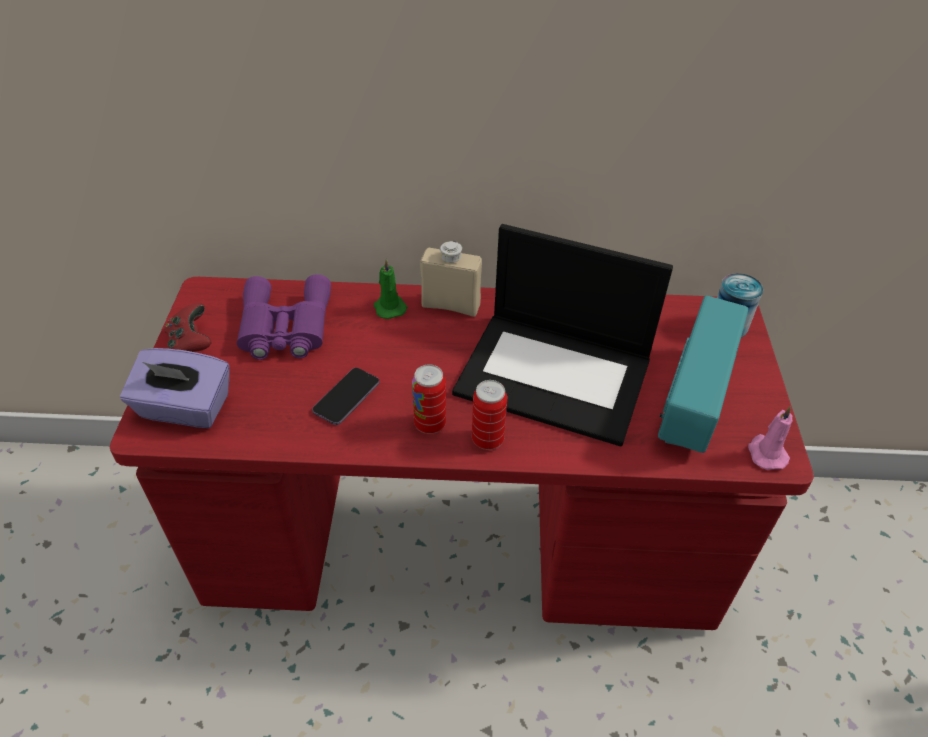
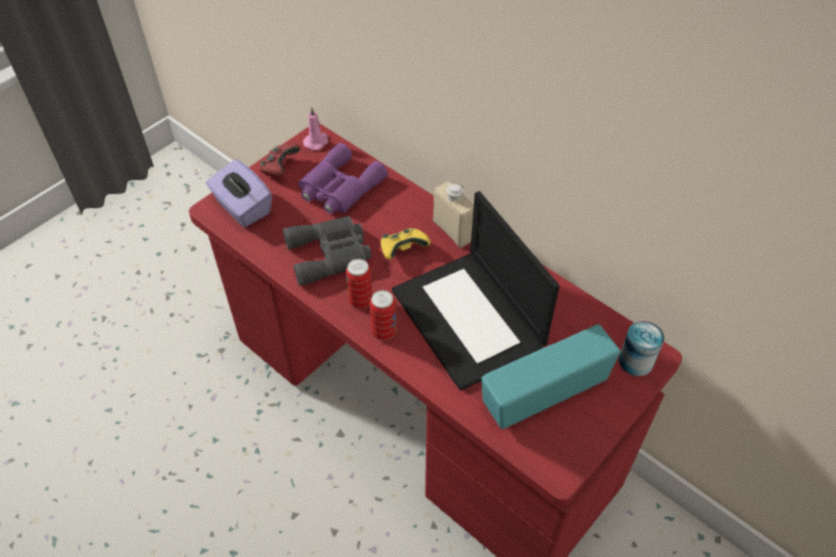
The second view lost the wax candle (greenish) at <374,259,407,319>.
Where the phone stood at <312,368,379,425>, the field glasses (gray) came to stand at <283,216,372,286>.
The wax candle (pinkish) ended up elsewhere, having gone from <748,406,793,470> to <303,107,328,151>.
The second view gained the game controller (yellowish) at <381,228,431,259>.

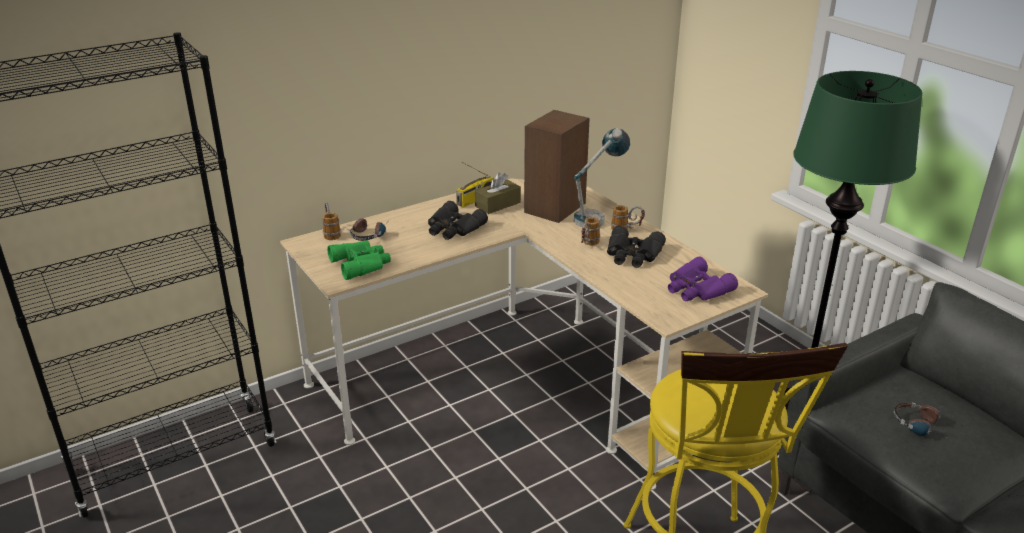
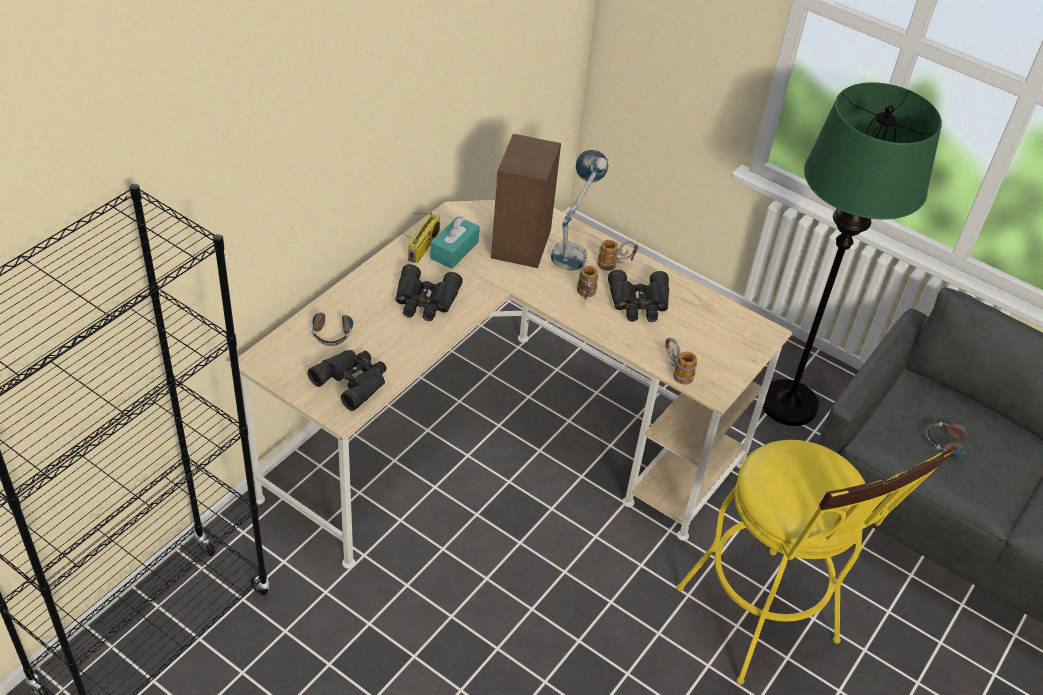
What was the tissue holder (brown) at <475,173,521,214> turned into the tissue holder (turquoise) at <430,216,480,269>.
The tea mug ended up elsewhere, having gone from <322,202,341,240> to <665,338,697,385>.
What was the field glasses (greenish) at <327,240,391,280> turned into the field glasses (black-coloured) at <308,350,387,411>.
The second view lost the field glasses (purple-coloured) at <668,257,738,301>.

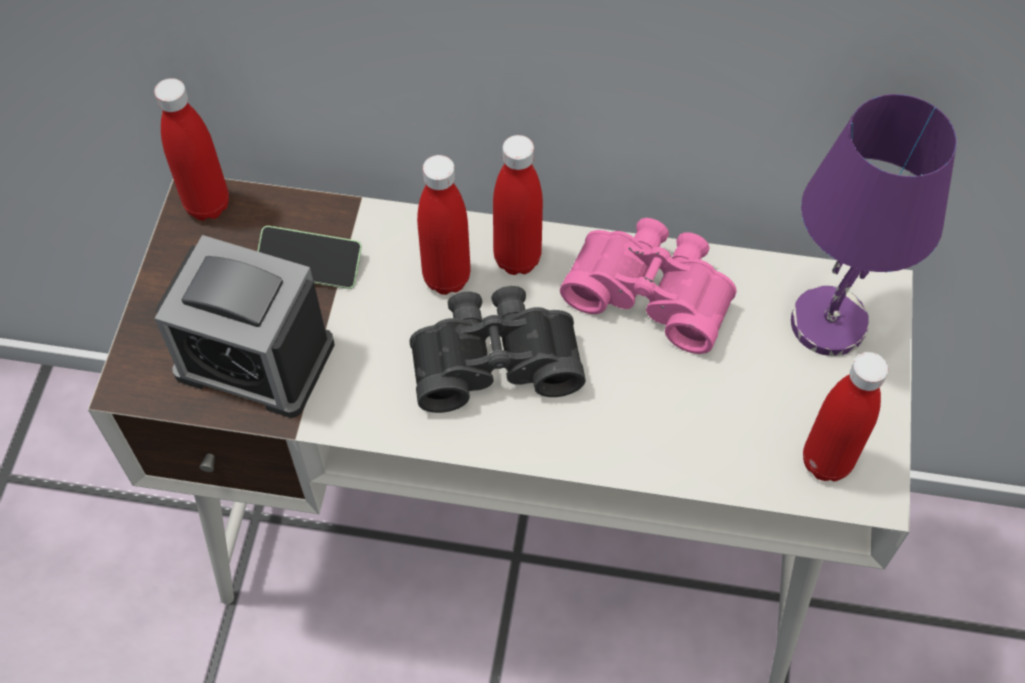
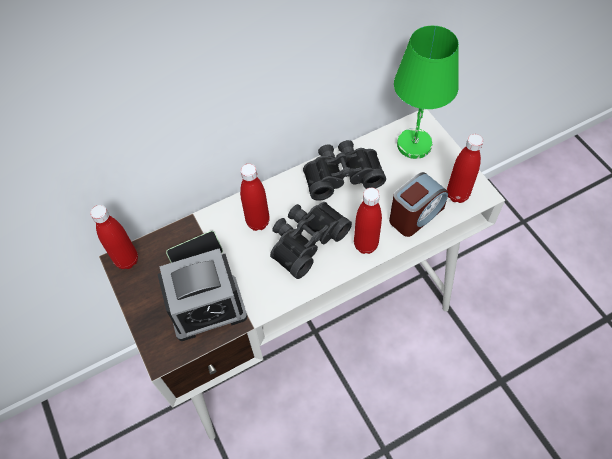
What was the table lamp (purple-coloured) at <791,94,957,356> turned into the table lamp (greenish) at <394,25,459,159>.
The bottle (reddish) ended up elsewhere, having gone from <493,135,543,275> to <354,188,382,254>.
What was the field glasses (pinkish) at <560,218,737,354> turned into the field glasses (black-coloured) at <303,140,386,201>.
The second view gained the alarm clock at <389,172,448,237>.

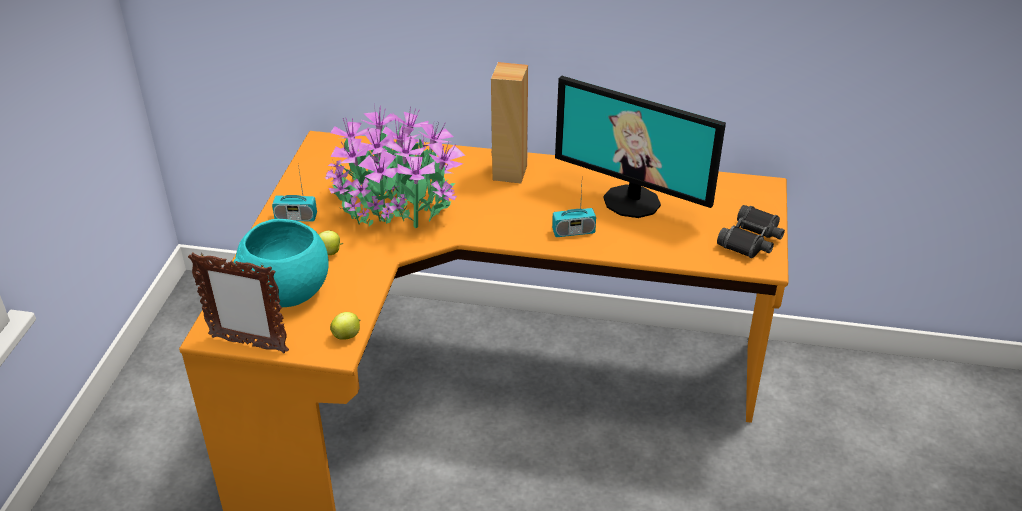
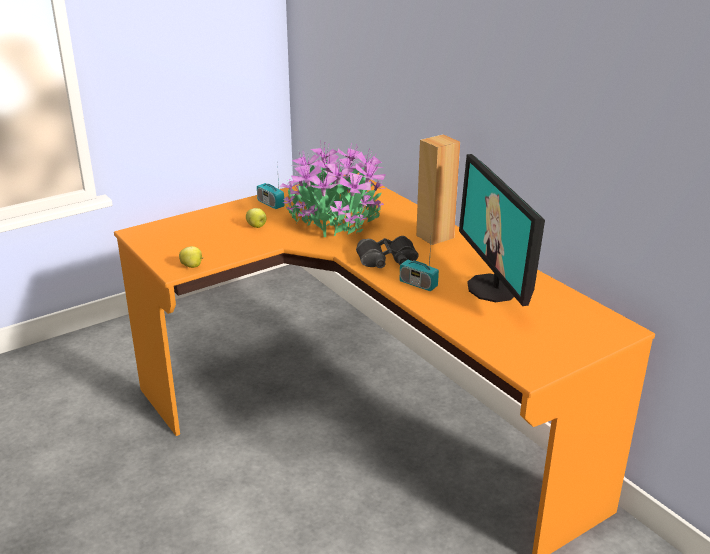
The field glasses (black-coloured) ended up elsewhere, having gone from <717,205,785,258> to <356,236,419,268>.
The second view lost the deep dish (turquoise) at <234,219,328,307>.
The second view lost the picture frame at <188,253,289,353>.

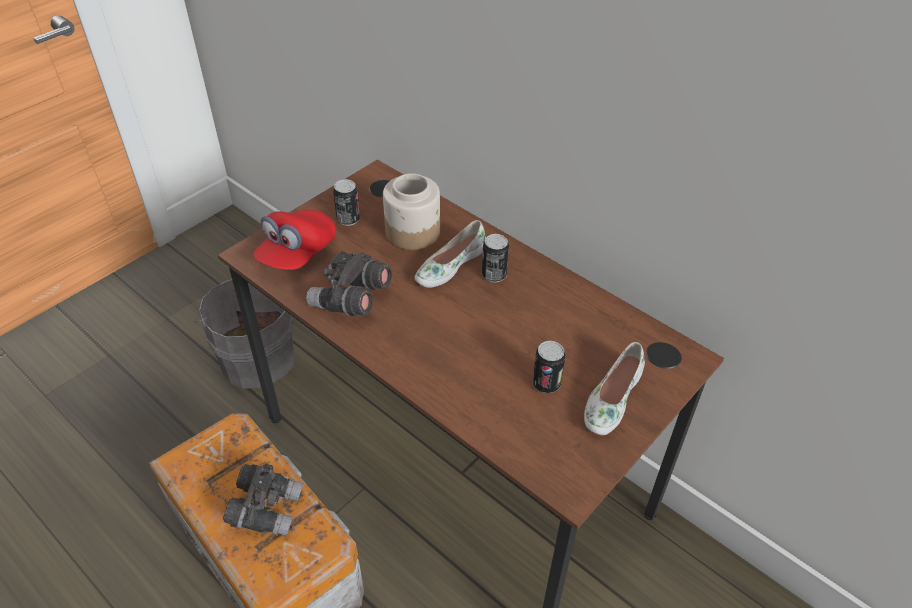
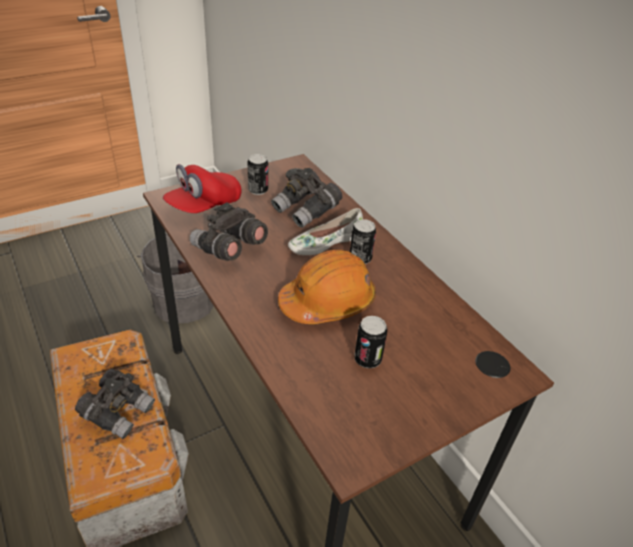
Where the storage jar stood at <383,173,440,250>, the field glasses (gray) came to stand at <271,168,342,228>.
The second view lost the low shoe (white) at <584,342,645,435>.
The second view gained the hard hat (orangey) at <278,250,376,324>.

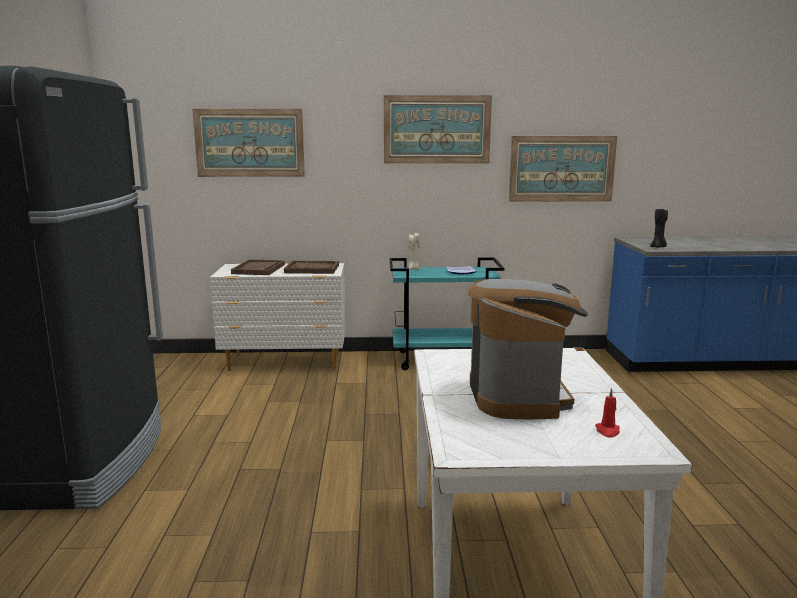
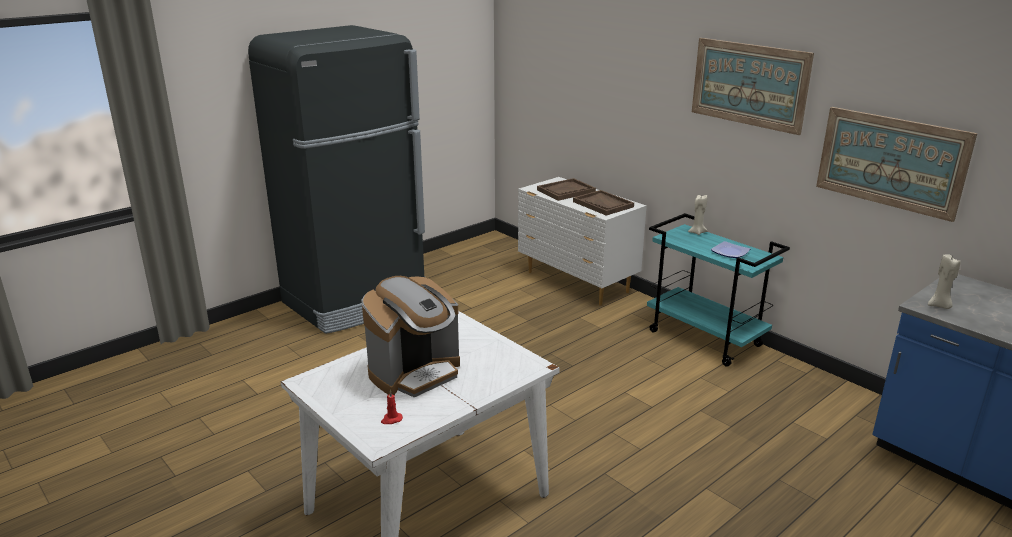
The second view lost the picture at <192,109,305,177>.
What was the wax candle (black-coloured) at <650,209,668,248> turned into the wax candle (beige) at <928,254,960,309>.

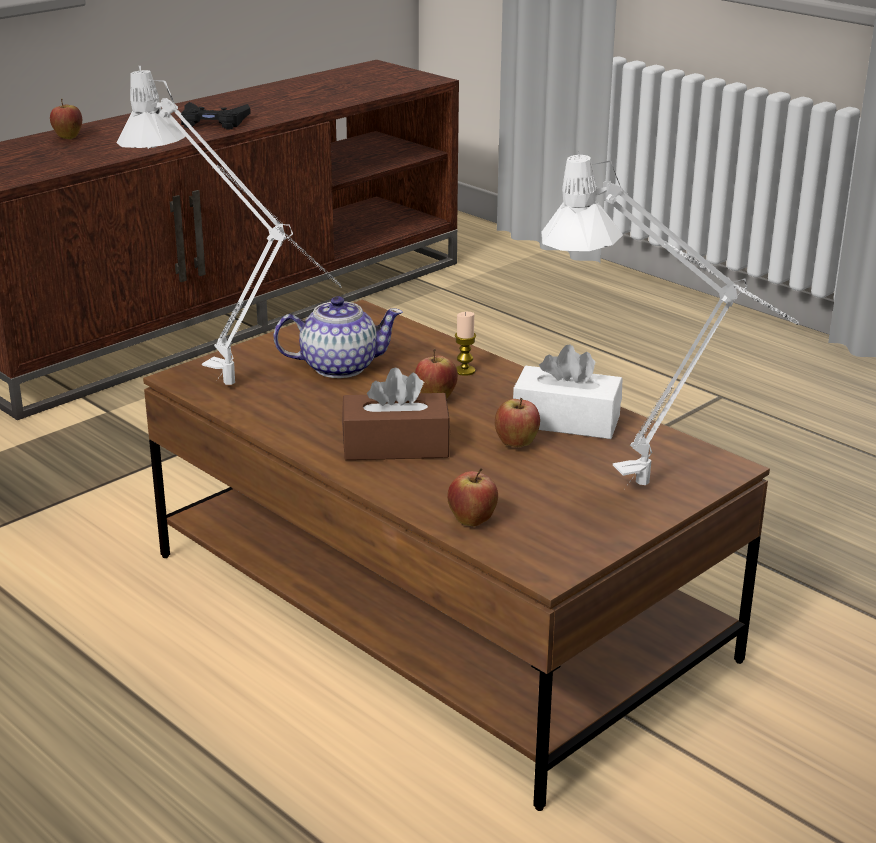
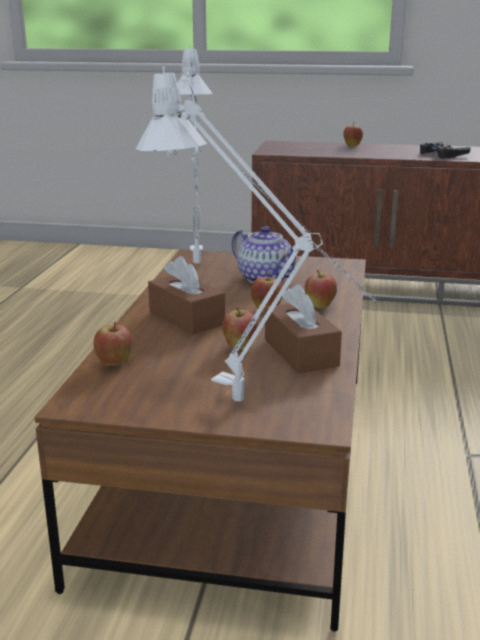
Where the wax candle stood at <455,312,476,376>, the apple fruit came to stand at <305,269,337,308>.
What was the tissue holder (white) at <513,344,623,439> turned into the tissue holder (brown) at <265,284,342,373>.

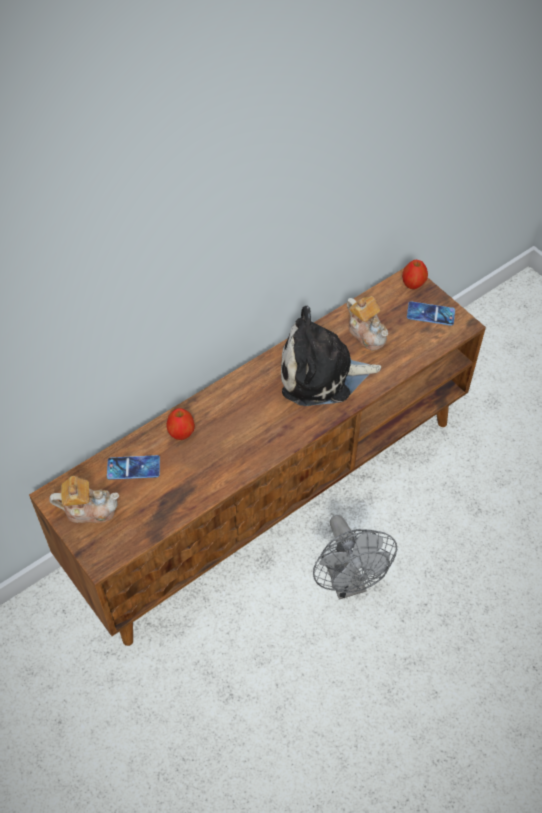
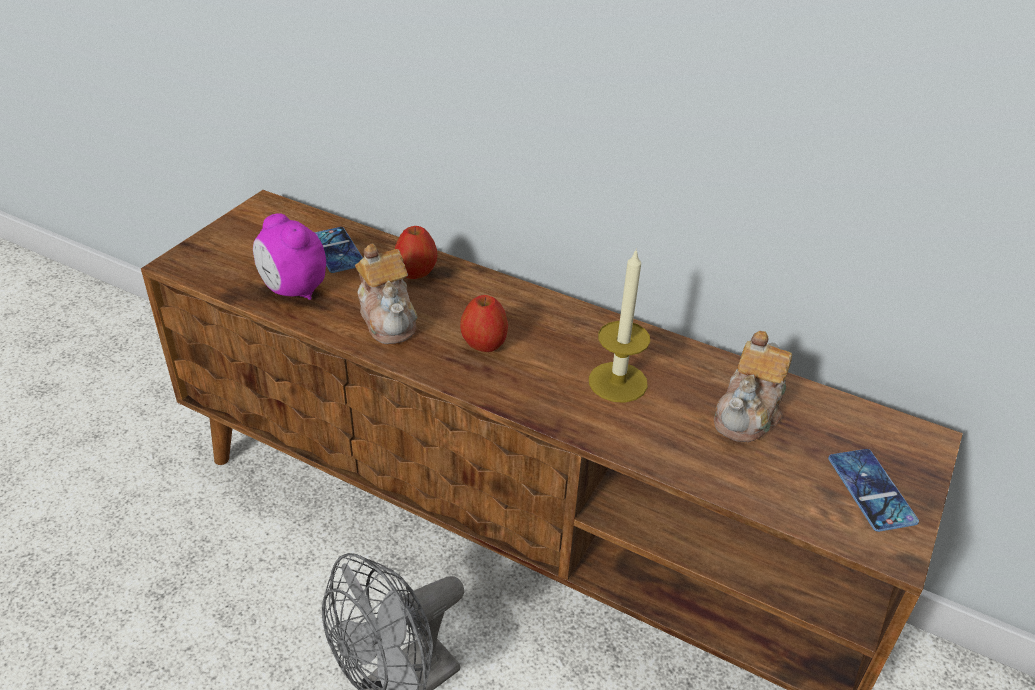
The apple fruit ended up elsewhere, having gone from <402,260,428,289> to <460,295,508,352>.
Where the cuddly toy stood at <281,306,381,406>, the wax candle came to stand at <589,248,650,403>.
The tea pot ended up elsewhere, having gone from <50,476,119,523> to <355,243,417,344>.
The second view gained the alarm clock at <253,213,326,300>.

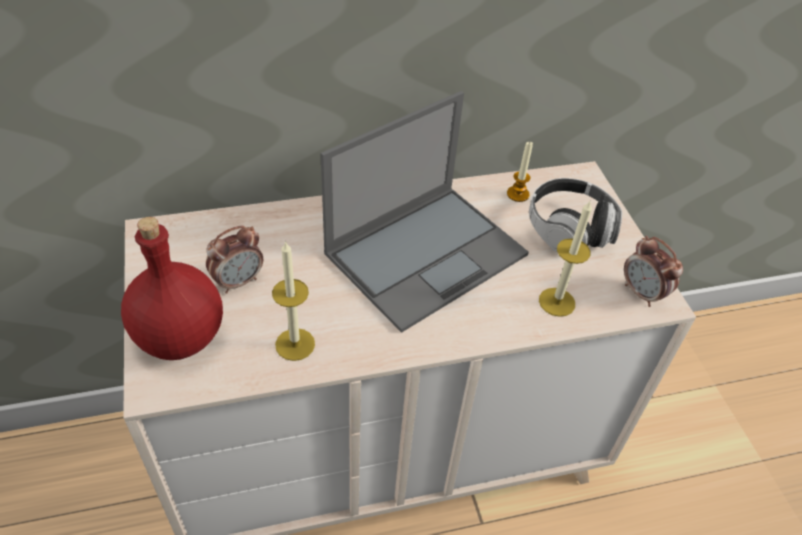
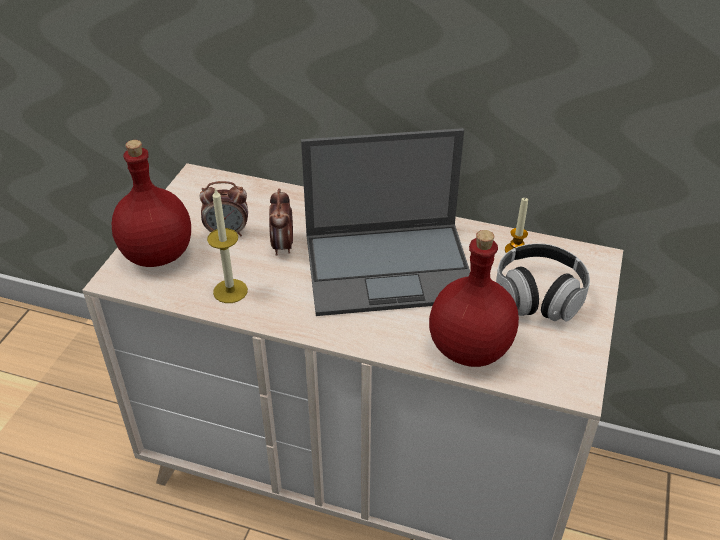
Where the wax candle stood at <539,201,592,317>, the bottle (reddish) came to stand at <429,230,519,367>.
The alarm clock ended up elsewhere, having gone from <624,236,683,307> to <269,188,293,256>.

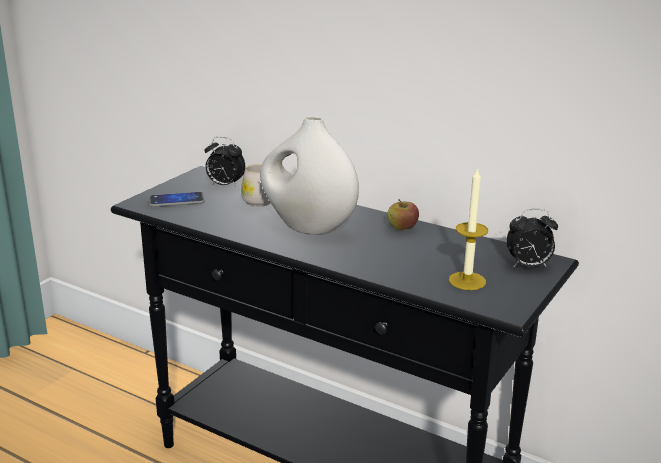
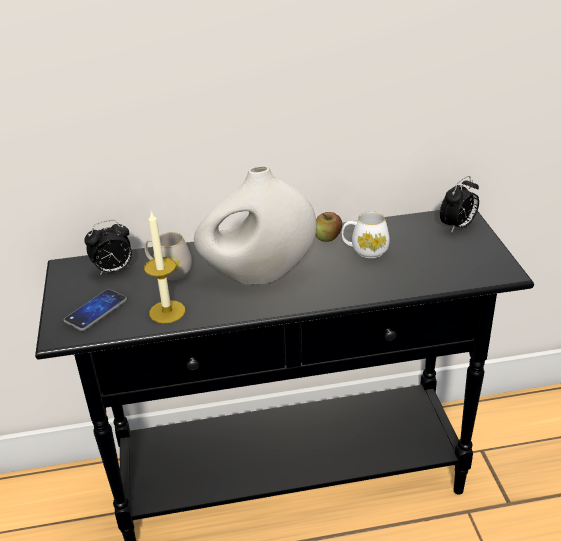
The wax candle ended up elsewhere, having gone from <449,167,488,290> to <144,211,185,324>.
The second view gained the tea mug (white) at <342,211,390,258>.

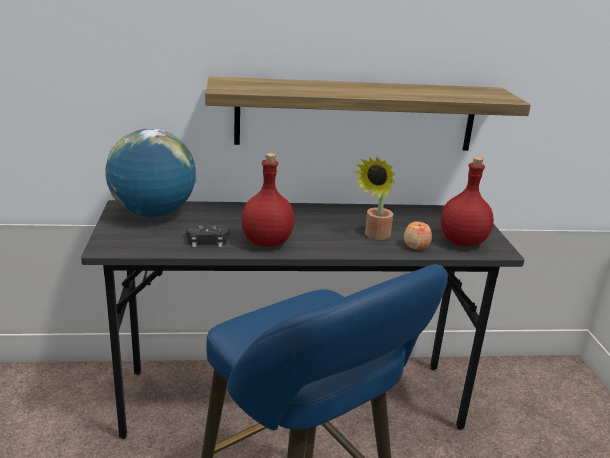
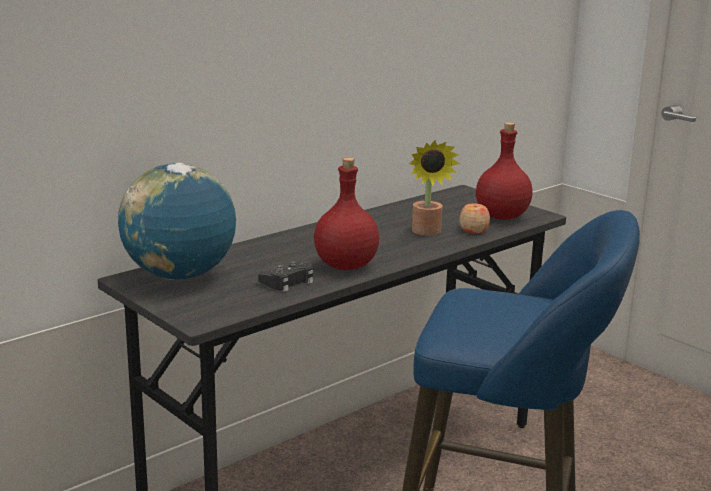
The second view lost the bracket shelf at <205,77,531,151>.

